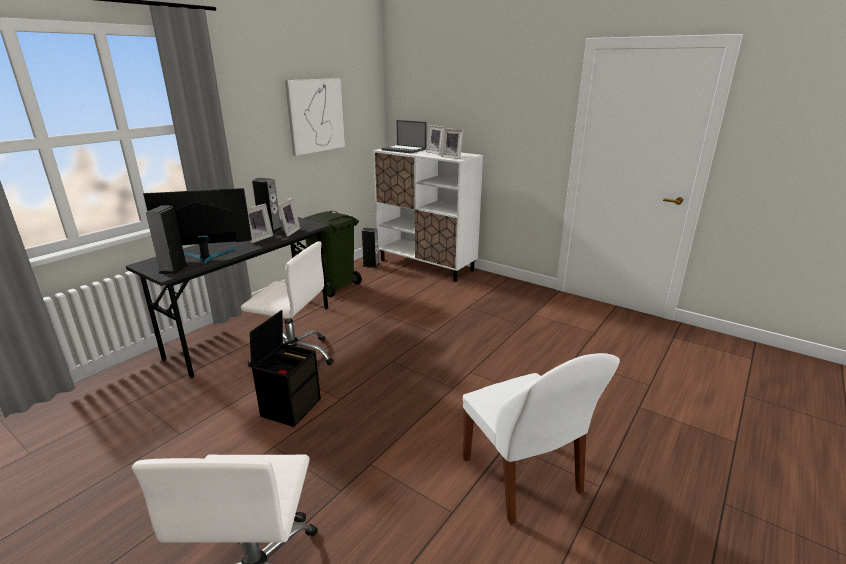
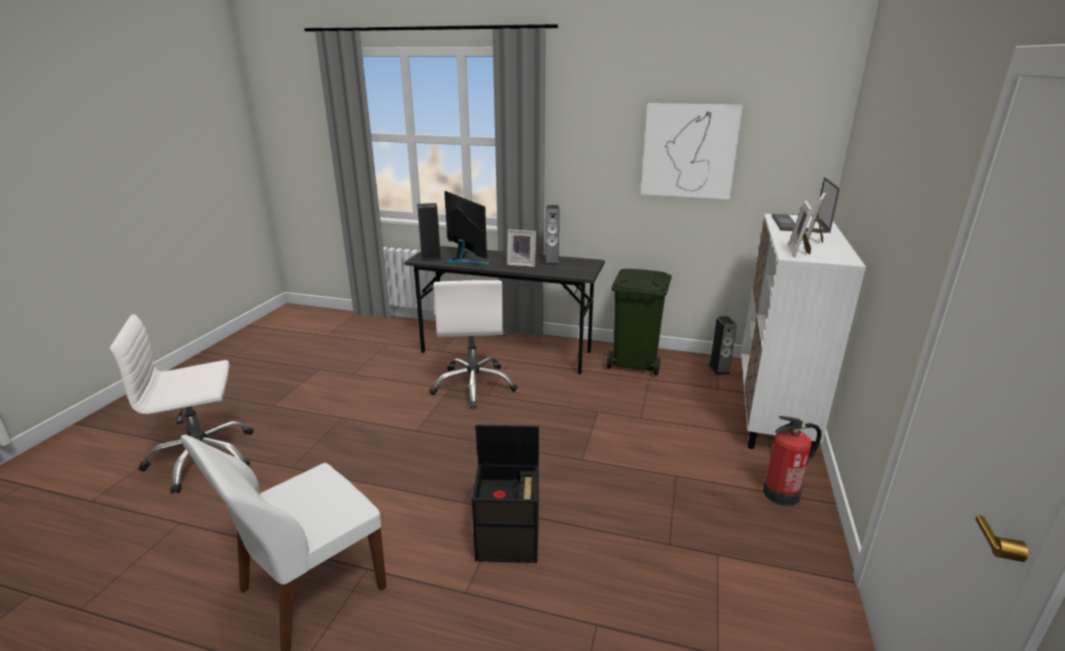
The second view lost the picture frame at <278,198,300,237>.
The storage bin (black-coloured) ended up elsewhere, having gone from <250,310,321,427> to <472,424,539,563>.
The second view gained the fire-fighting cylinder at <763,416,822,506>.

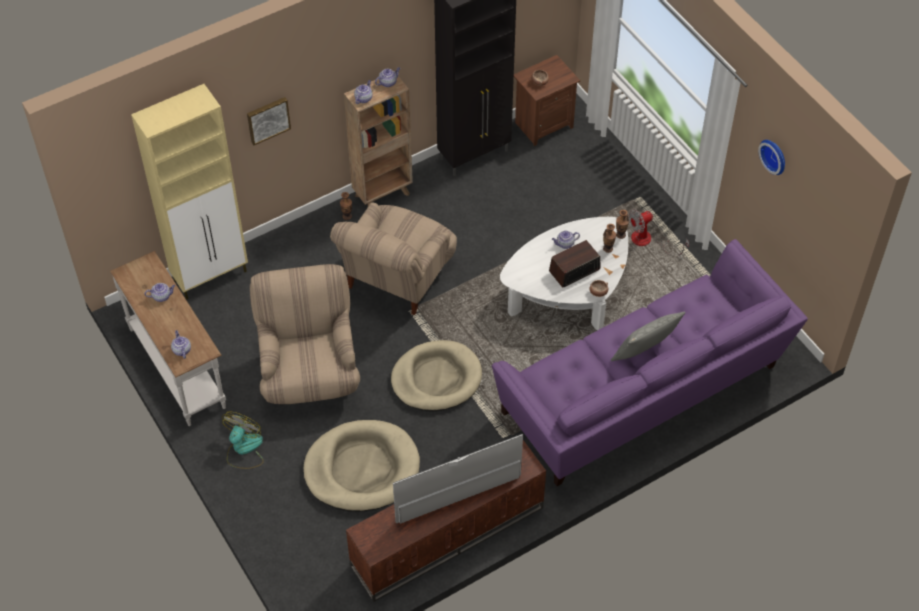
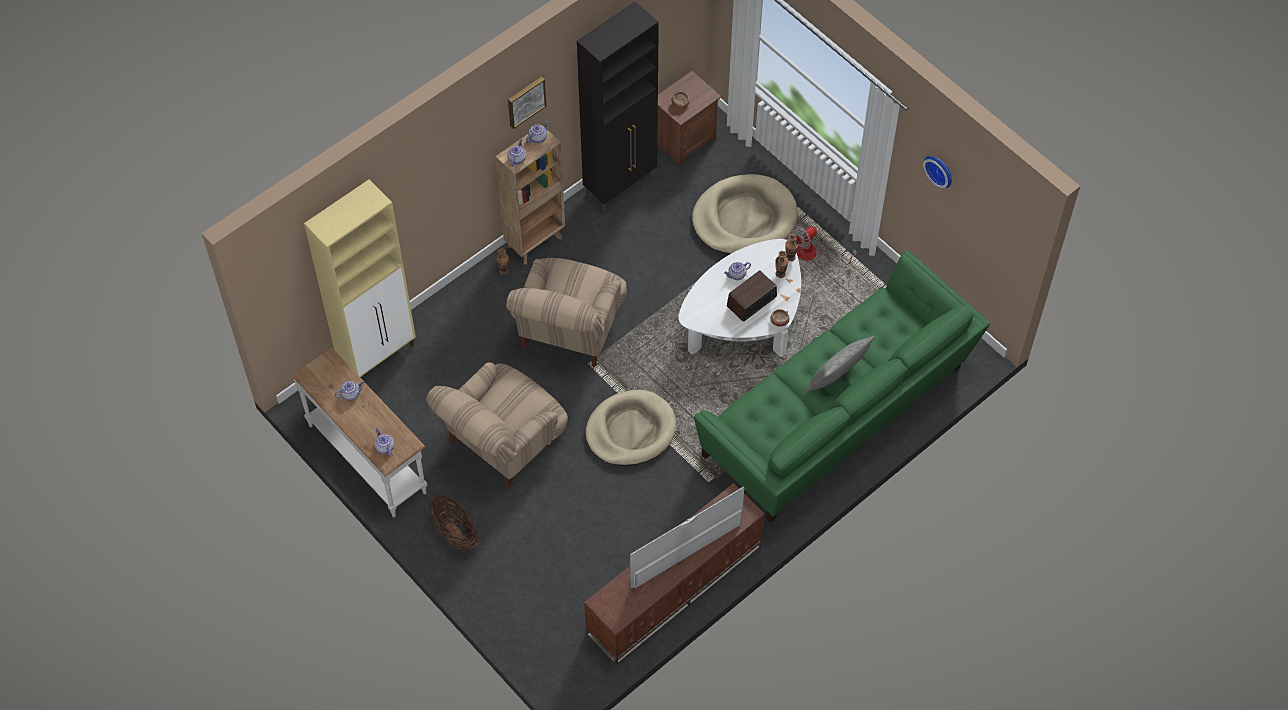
The picture ended up elsewhere, having gone from <247,97,291,145> to <508,76,546,129>.
What was the couch (purple-coloured) at <492,239,808,486> turned into the couch (greenish) at <694,250,990,523>.
The lounge chair (beige) at <250,264,360,404> ended up facing another way, 120 degrees counterclockwise from before.
Where the electric fan stood at <222,411,264,469>, the household basket came to stand at <429,495,477,552>.
The dog cushion (beige) ended up elsewhere, having gone from <303,420,420,512> to <692,174,798,255>.

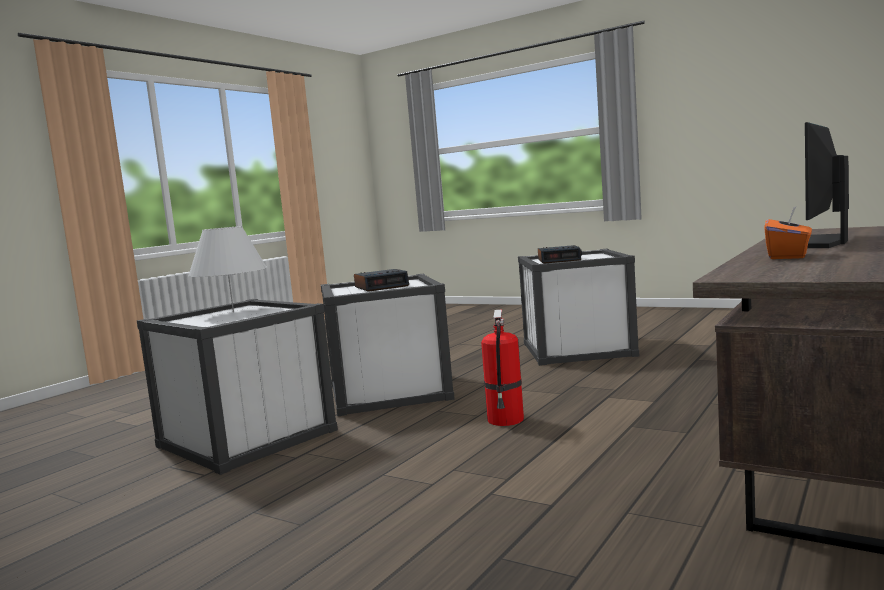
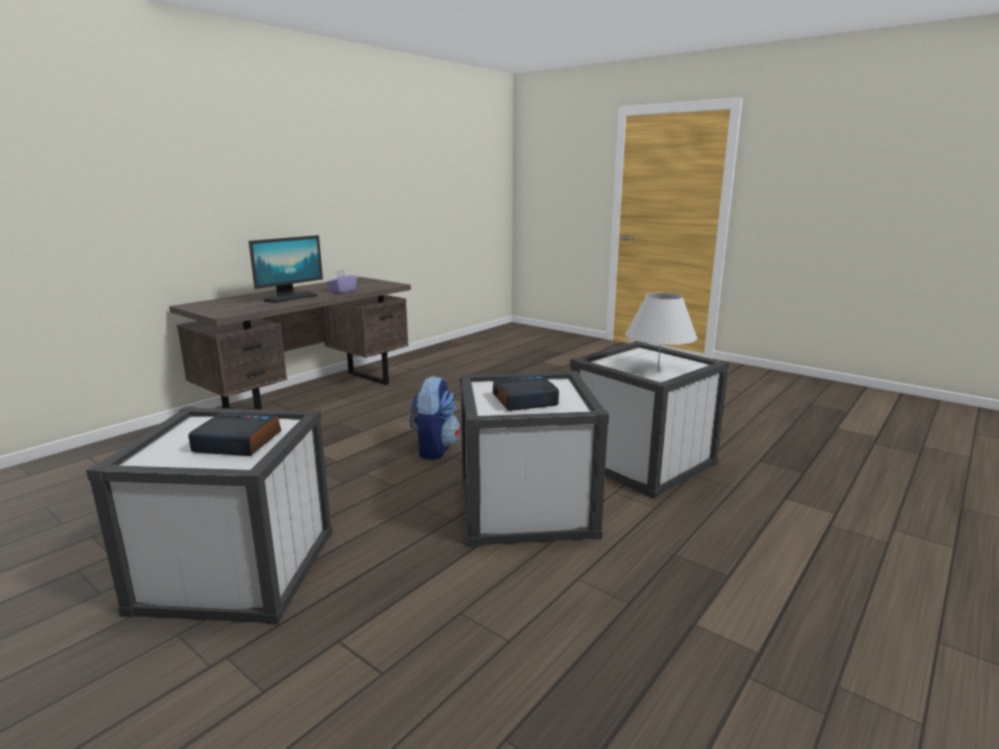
What was the tissue holder (orangey) at <764,207,812,259> turned into the tissue holder (purple-coloured) at <327,269,357,293>.
Where the fire-fighting cylinder stood at <481,310,524,426>, the knapsack came to stand at <409,376,461,460>.

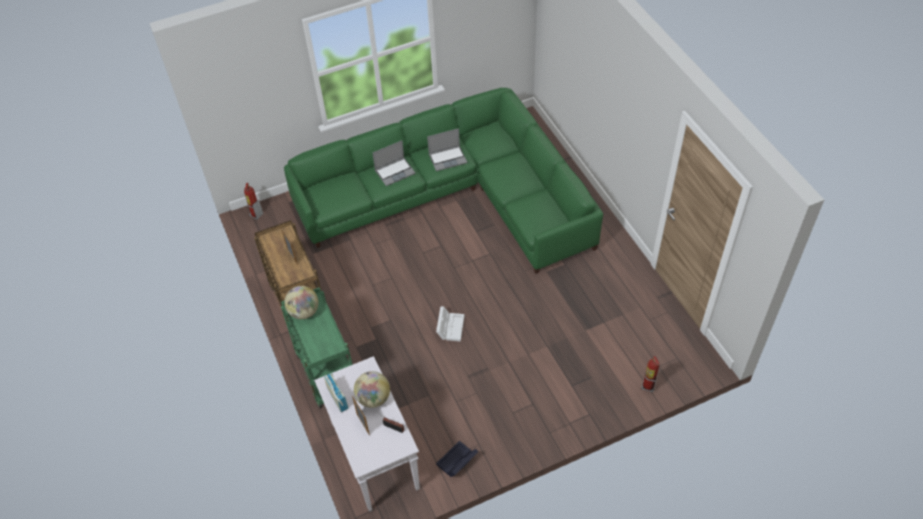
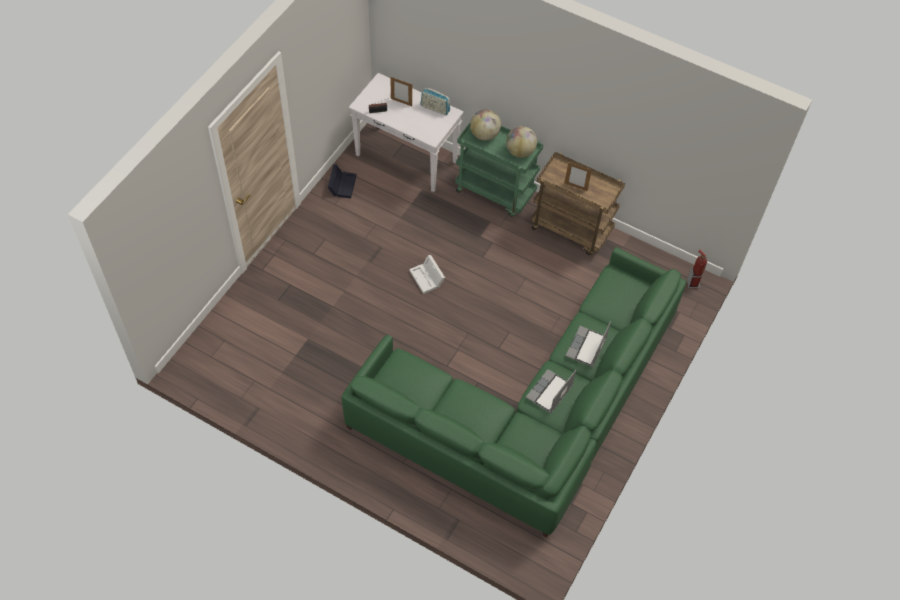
The second view lost the fire-fighting cylinder at <641,356,659,392>.
The world globe ended up elsewhere, having gone from <354,371,390,408> to <470,109,501,141>.

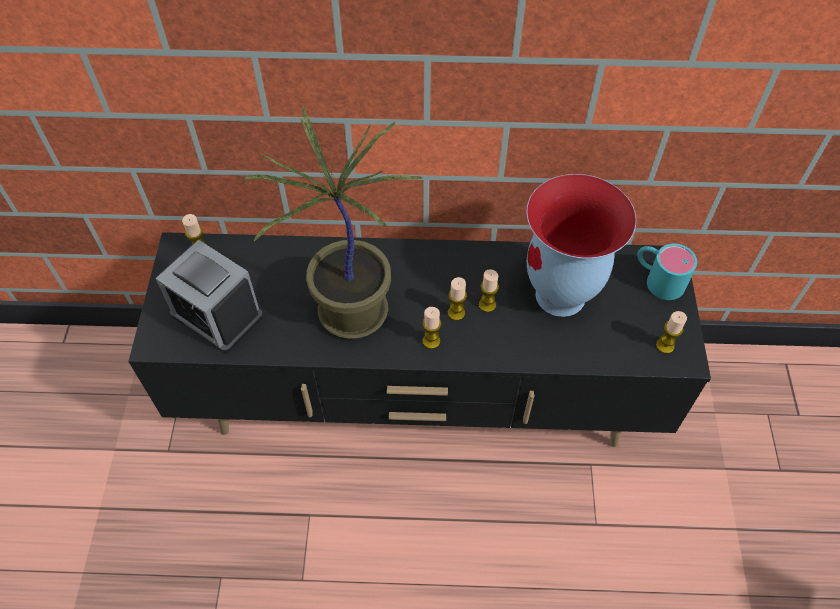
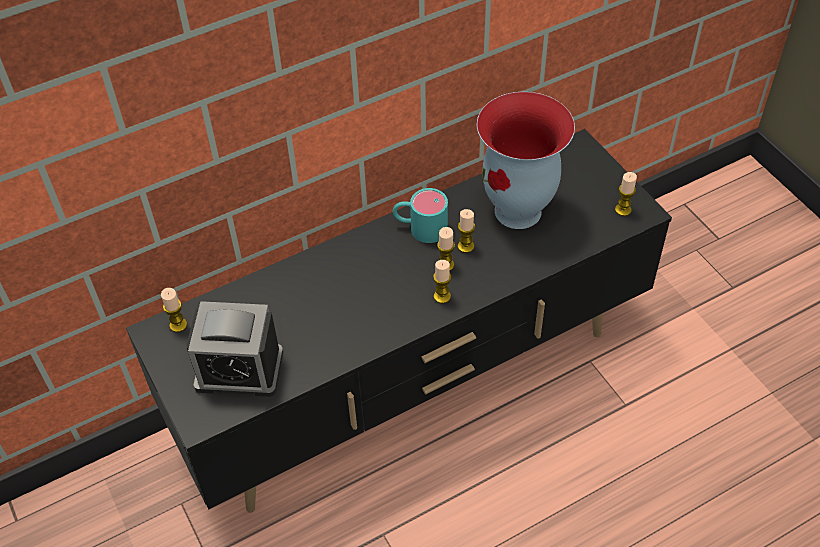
The second view lost the houseplant at <244,107,423,339>.
The tea mug (turquoise) ended up elsewhere, having gone from <637,244,697,300> to <392,188,448,243>.

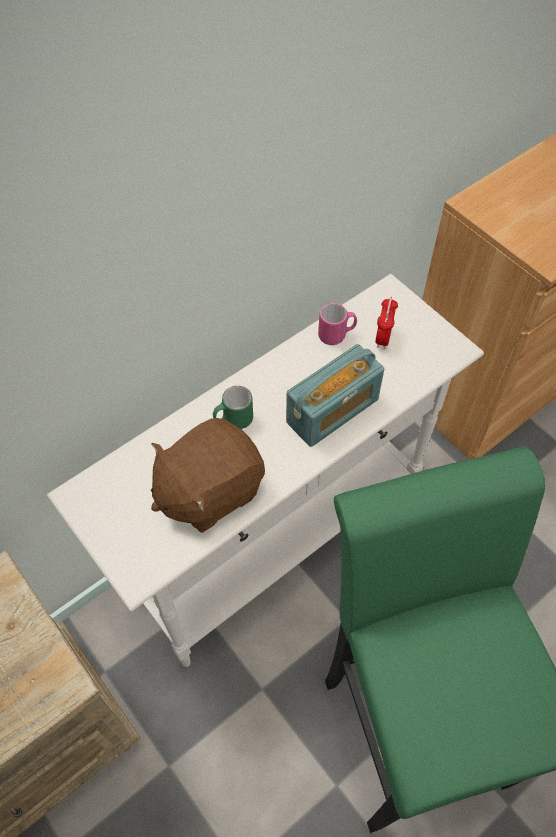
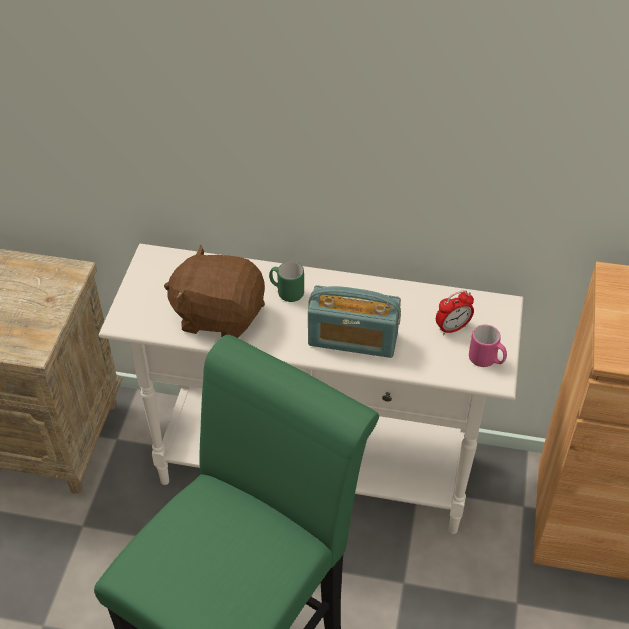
The tea mug (pinkish) ended up elsewhere, having gone from <318,303,357,345> to <469,325,507,367>.

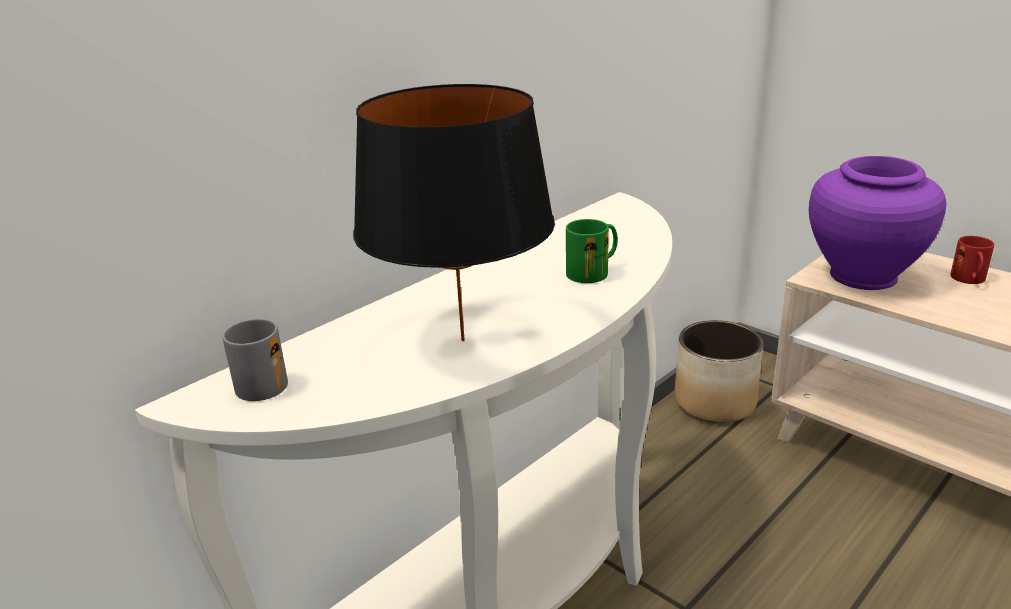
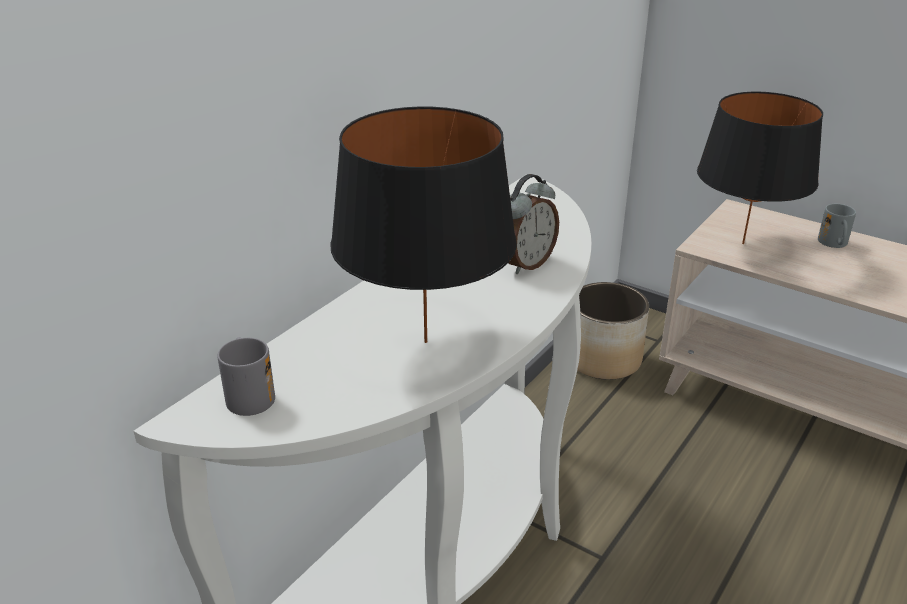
Where the flower vase (purple-coloured) stood at <809,156,947,290>, the table lamp (black-coloured) came to stand at <697,92,823,244>.
Where the tea mug (greenish) stood at <566,219,618,283>, the alarm clock came to stand at <509,174,559,275>.
What was the tea mug (reddish) at <950,236,994,284> turned into the tea mug (gray) at <818,204,856,248>.

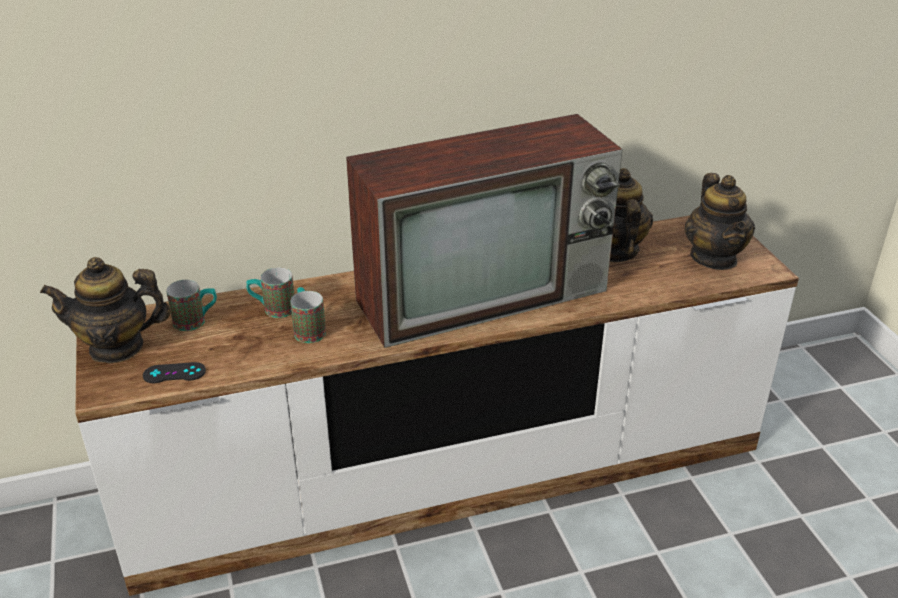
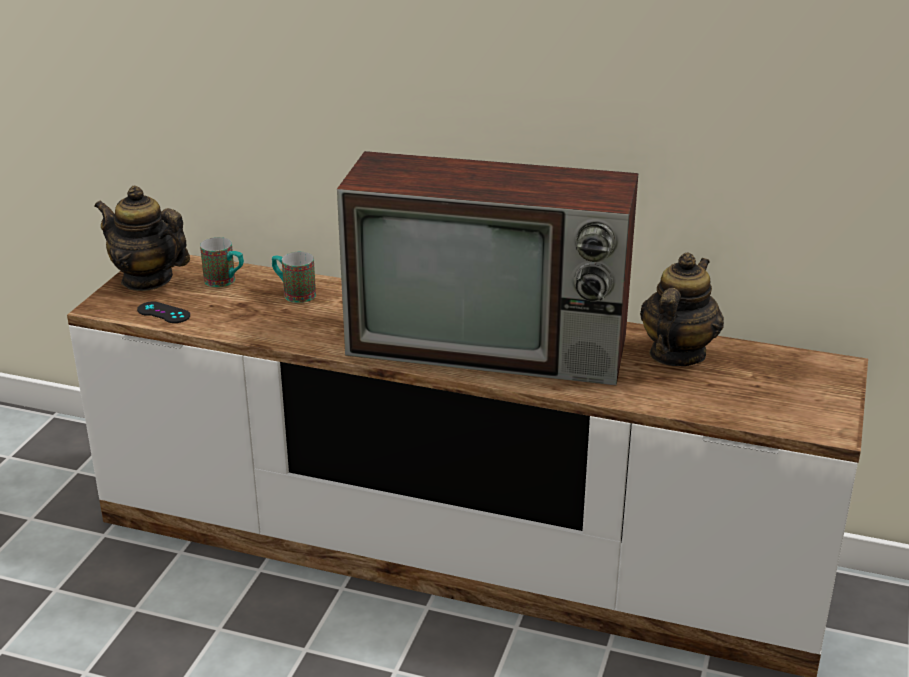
The second view lost the tea pot at <684,173,755,270>.
The second view lost the tea mug at <290,287,326,343>.

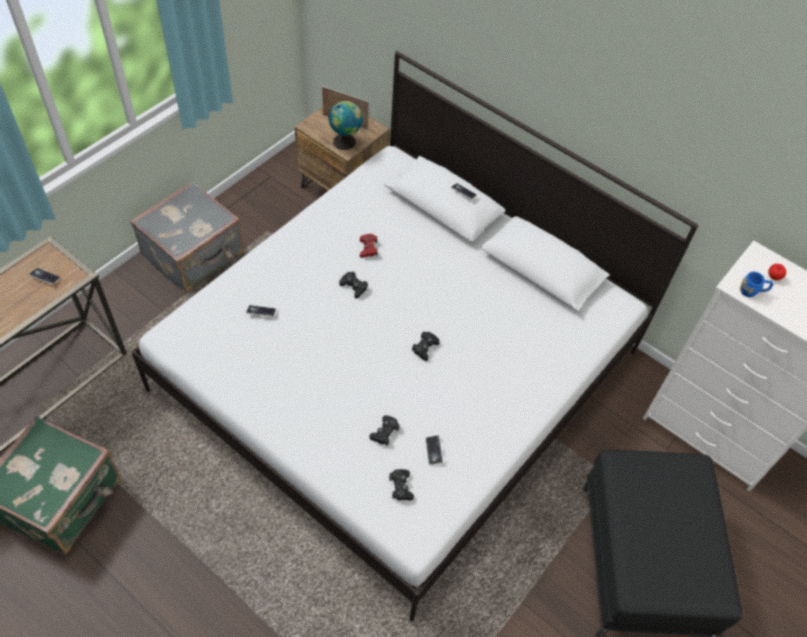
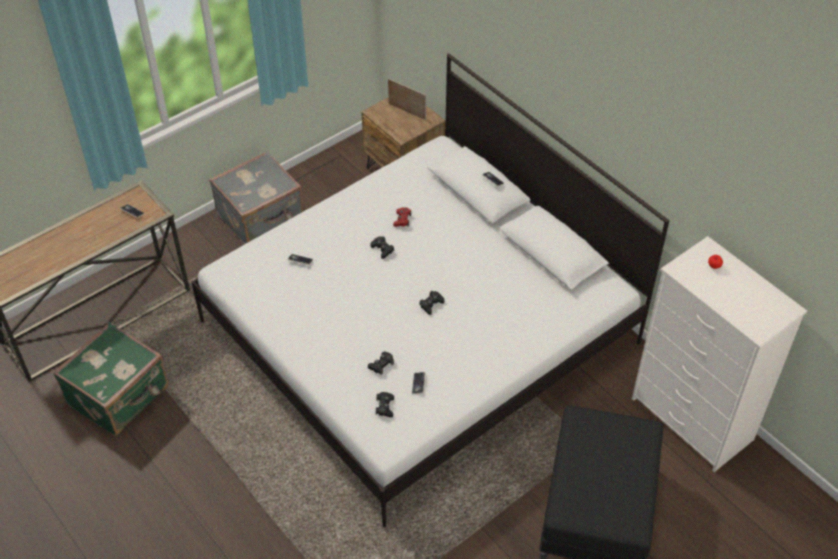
The second view lost the world globe at <329,101,363,150>.
The second view lost the tea mug (blue-coloured) at <740,272,773,297>.

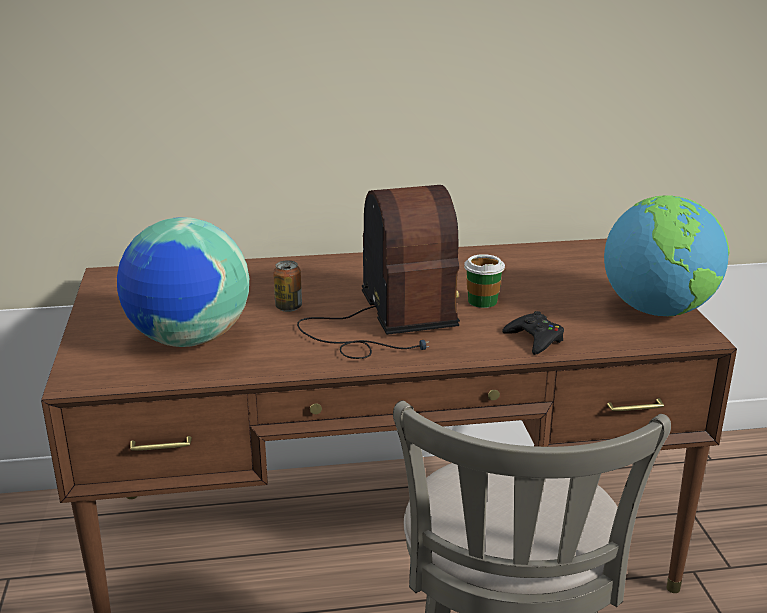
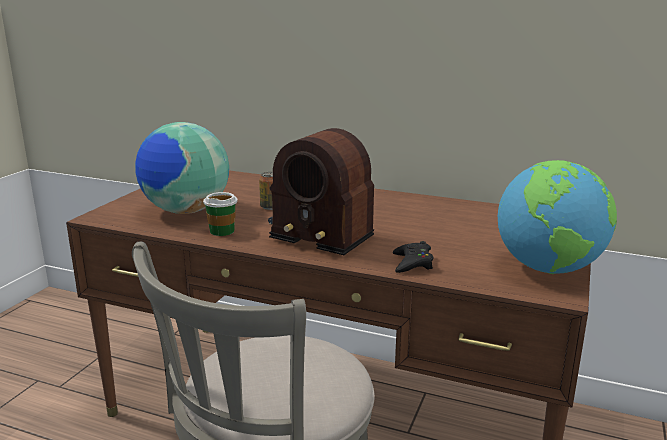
The radio at <297,185,460,359> ended up facing another way, 105 degrees clockwise from before.
The drinking cup ended up elsewhere, having gone from <464,254,505,308> to <203,192,238,236>.

